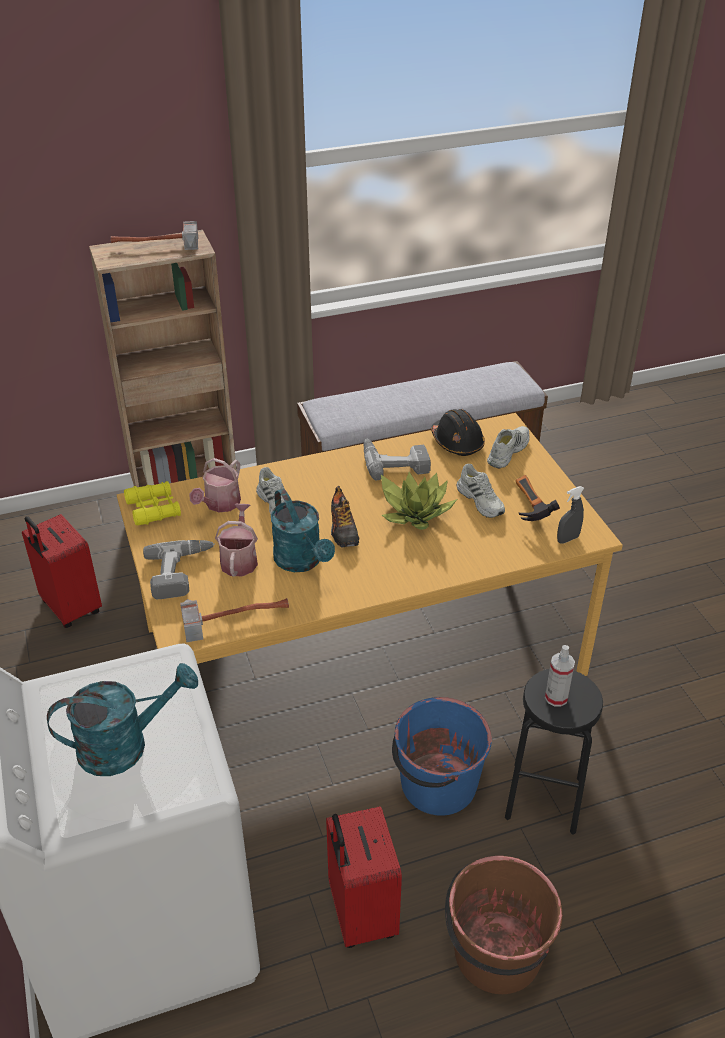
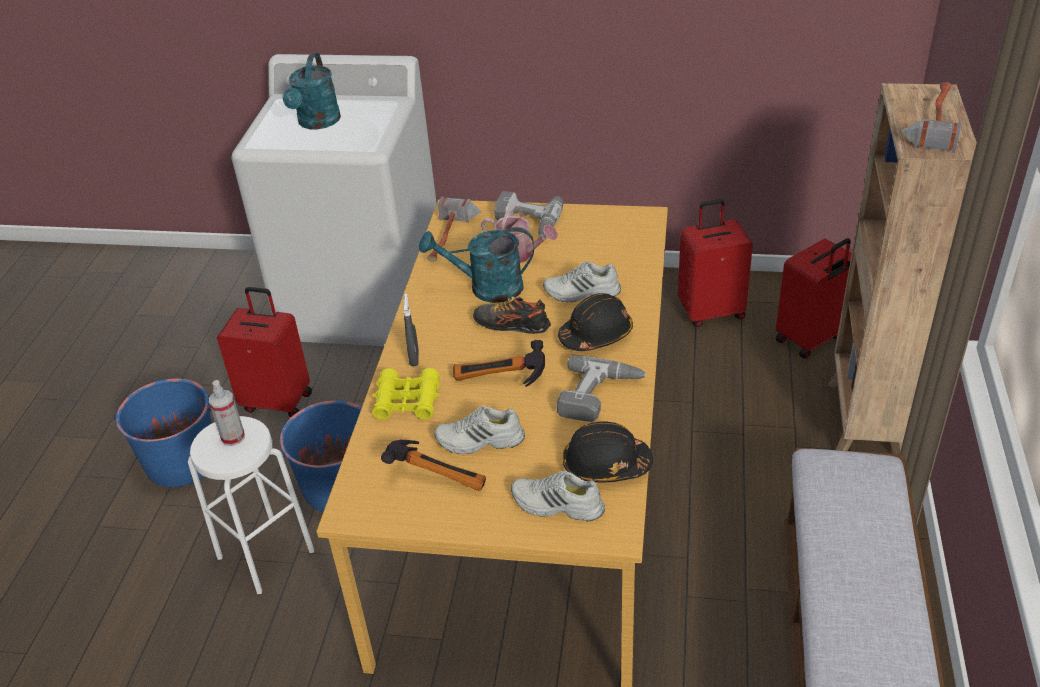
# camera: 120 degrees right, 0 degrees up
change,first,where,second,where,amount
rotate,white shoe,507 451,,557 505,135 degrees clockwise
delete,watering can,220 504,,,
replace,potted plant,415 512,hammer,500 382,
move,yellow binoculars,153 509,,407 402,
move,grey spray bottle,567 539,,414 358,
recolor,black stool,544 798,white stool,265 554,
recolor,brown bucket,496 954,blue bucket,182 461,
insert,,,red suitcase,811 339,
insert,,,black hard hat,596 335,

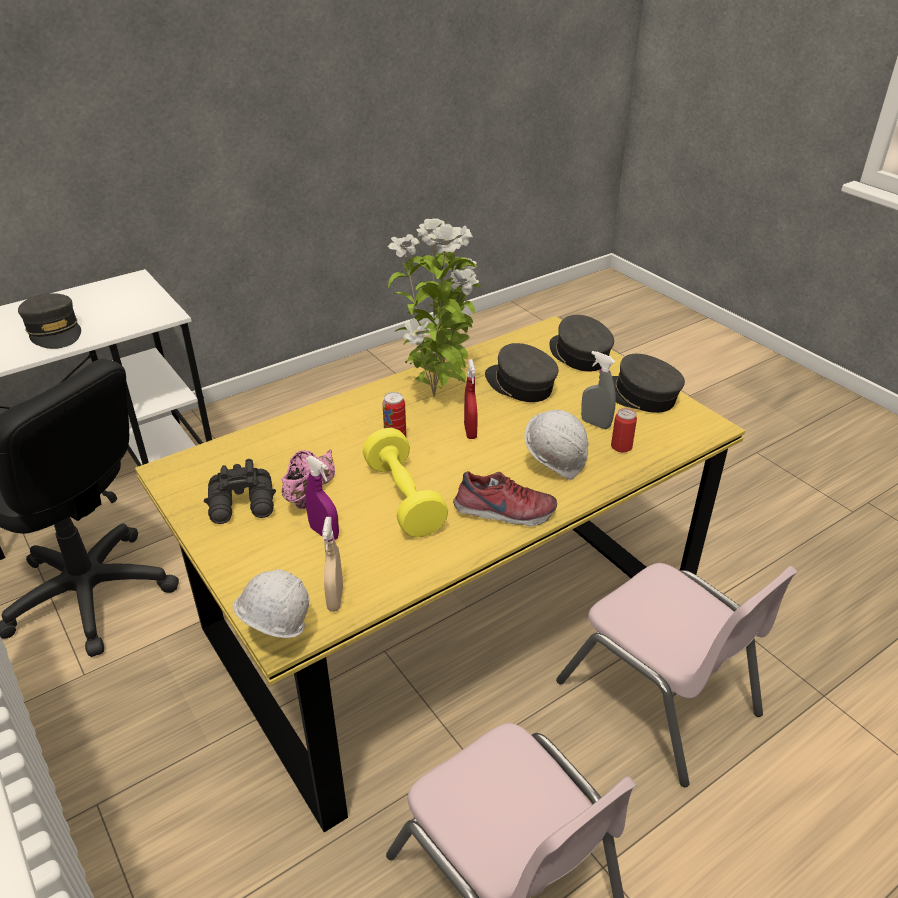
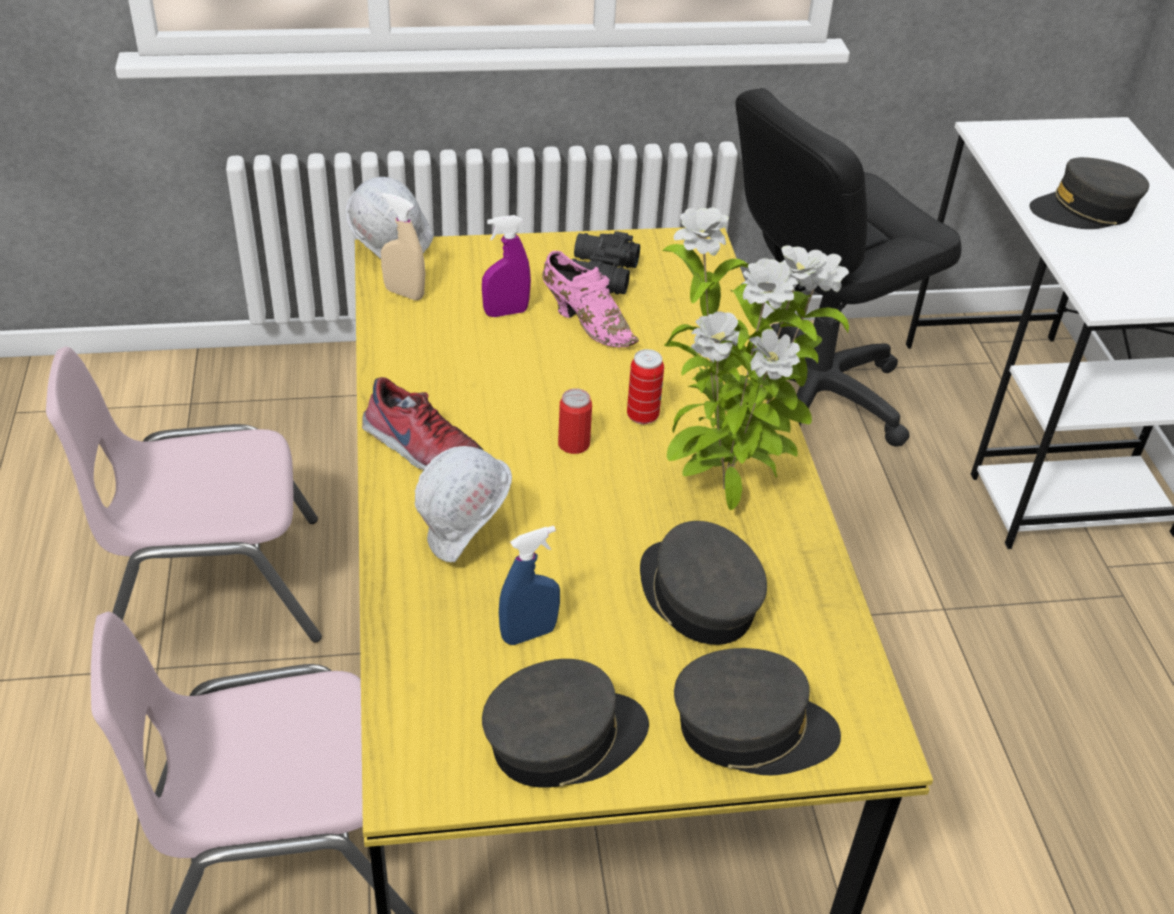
# camera: 115 degrees right, 5 degrees up
change,first,where,second,where,amount
rotate,grey cap,520 385,,697 597,105 degrees counterclockwise
recolor,grey spray bottle,595 424,blue spray bottle,529 634,
delete,red spray bottle,470 431,,,
move,can,621 446,,573 444,
delete,yellow dumbbell,404 498,,,
rotate,shoe,504 513,,420 449,90 degrees counterclockwise

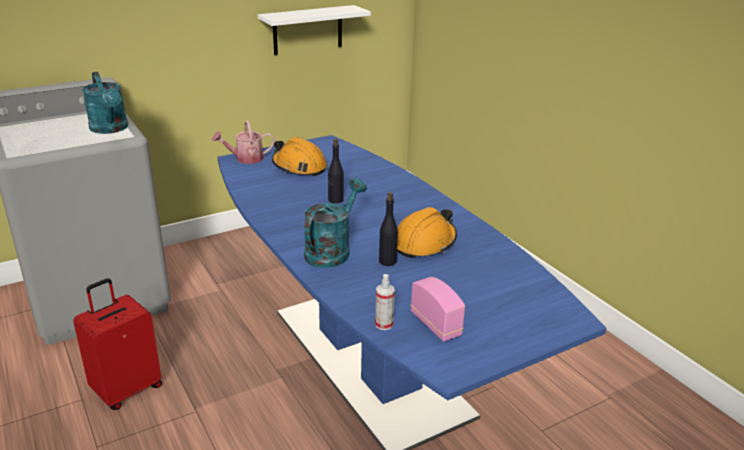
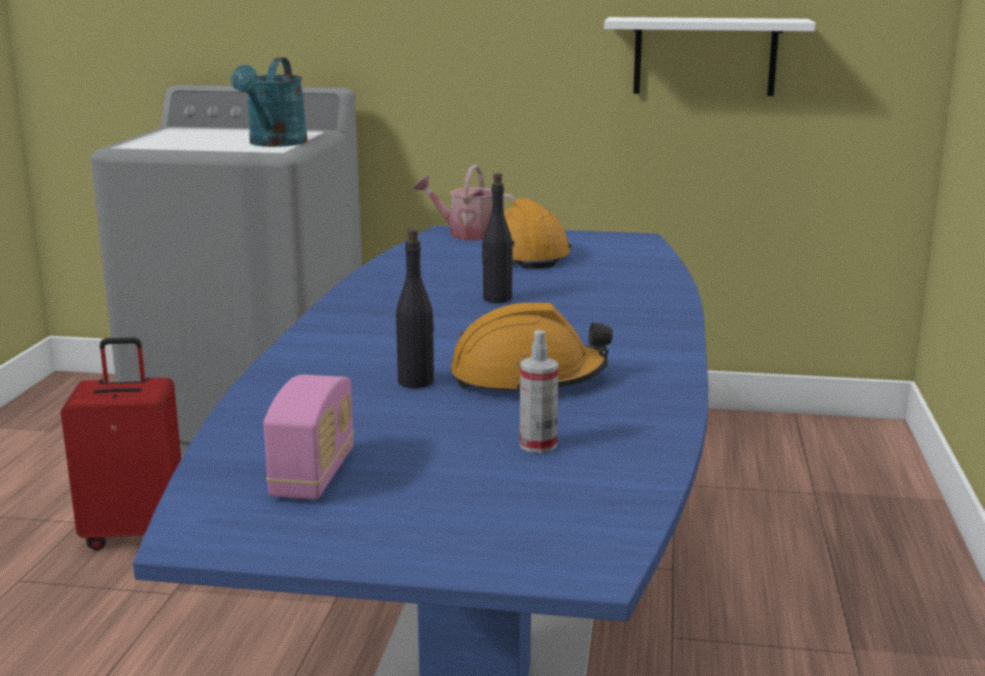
# camera: 40 degrees right, 10 degrees down
change,first,where,second,where,amount
delete,turquoise watering can,331 250,,,
move,spray bottle,384 324,,538 445,

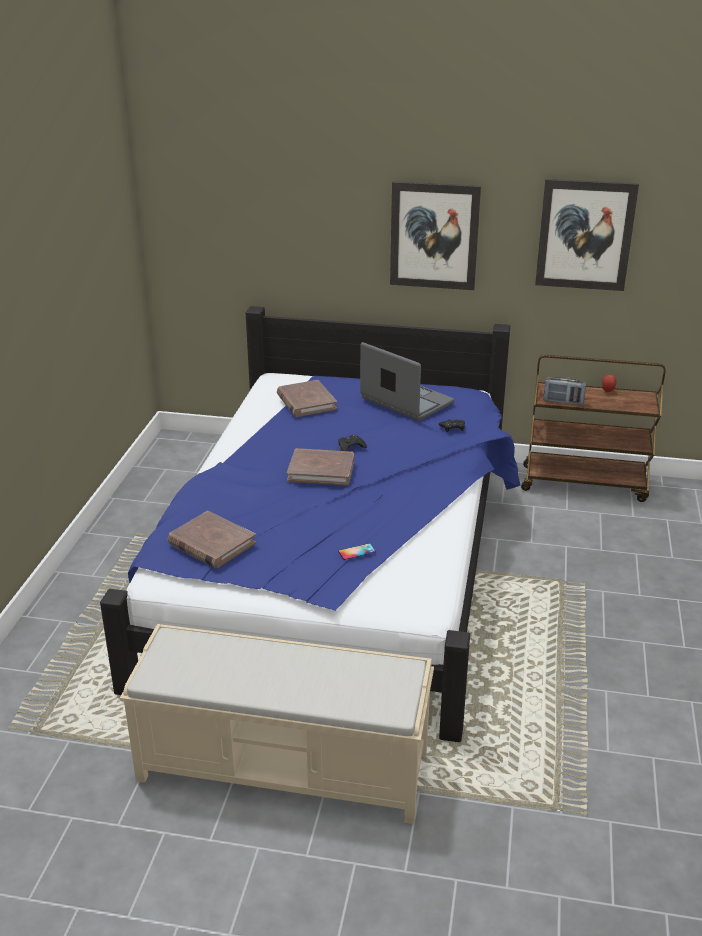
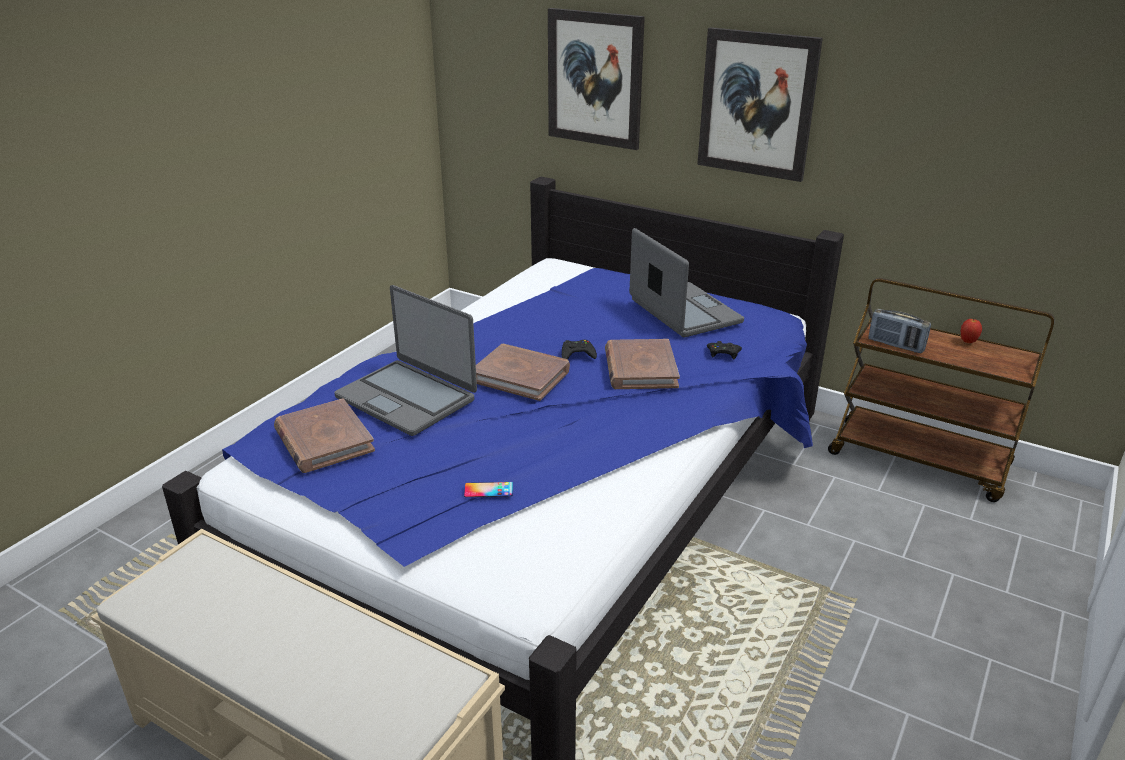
# camera: 20 degrees right, 0 degrees up
change,first,where,second,where,amount
move,picture,585 235,,595 79,
move,brown book,306 402,,640 368,
insert,,,laptop,407 398,

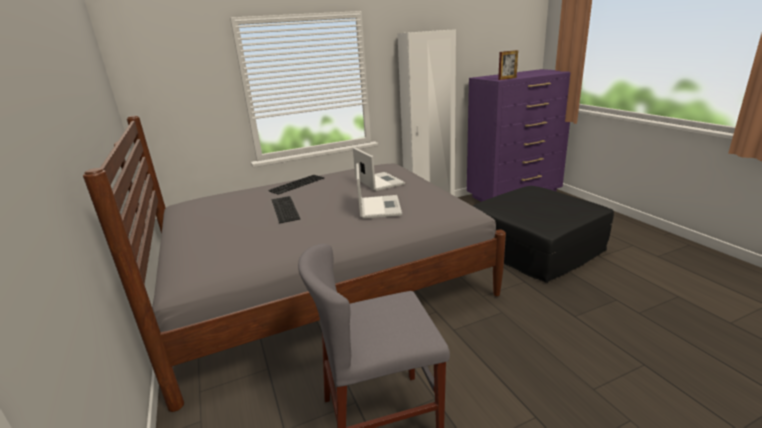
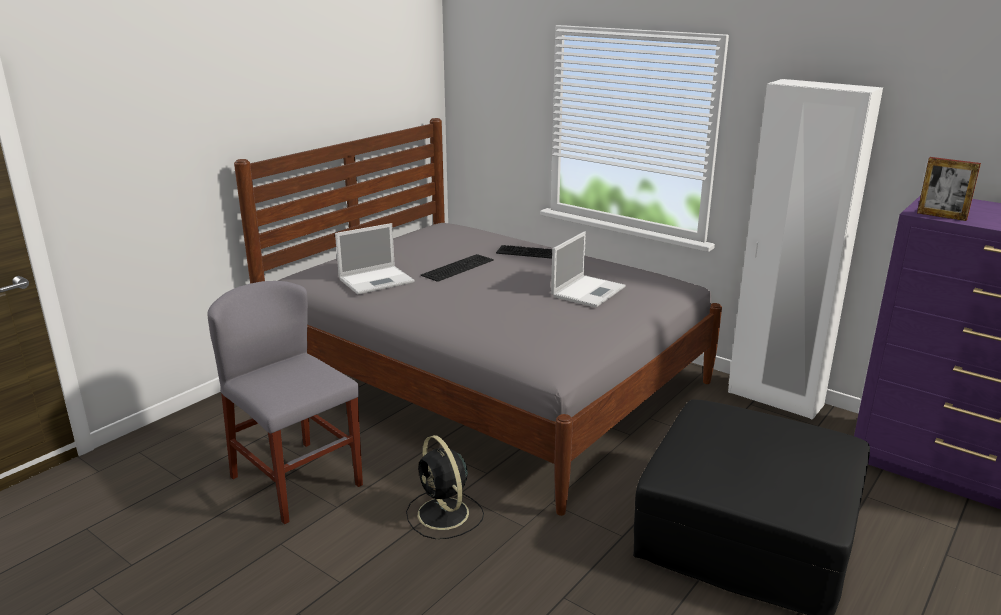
# camera: 60 degrees right, 0 degrees up
change,first,where,second,where,amount
move,laptop,379 207,,377 280,
insert,,,black fan,444 515,

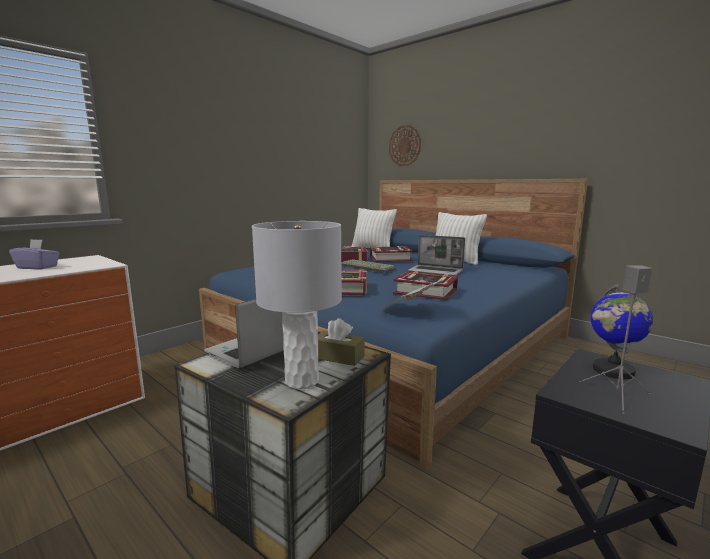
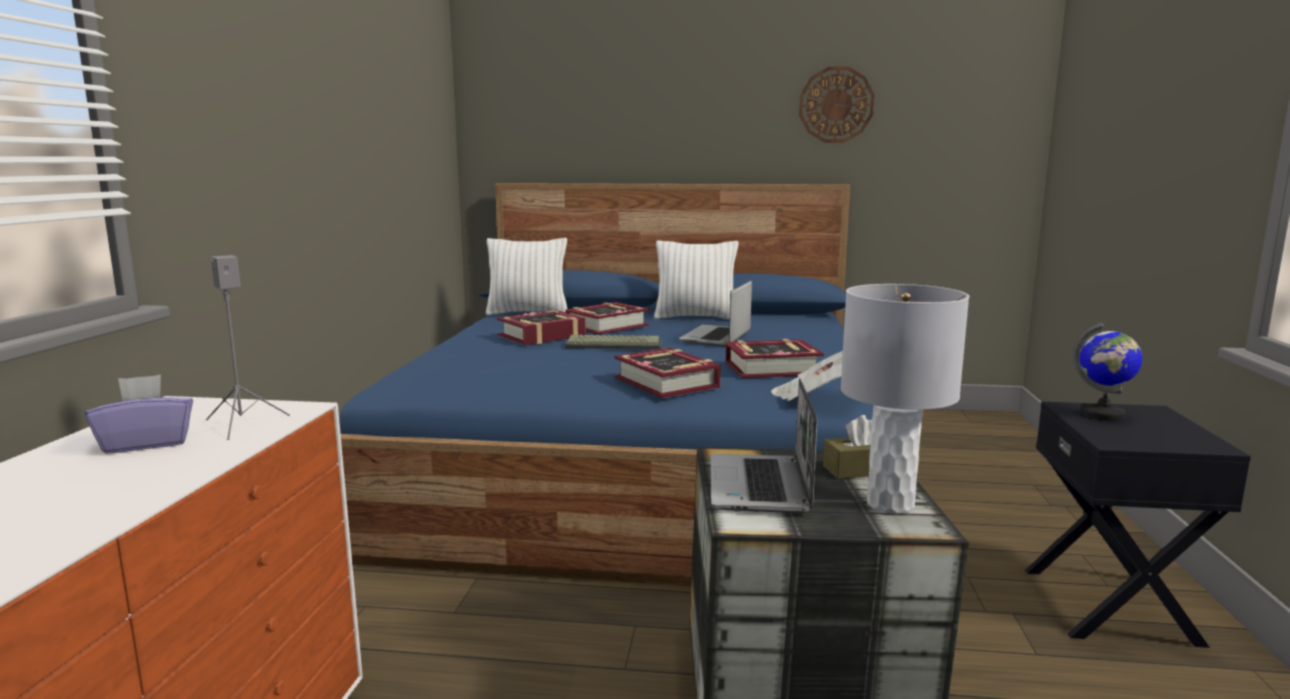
# camera: 35 degrees left, 0 degrees up
change,first,where,second,where,amount
move,wall clock,405 146,,836 105,
rotate,laptop,436 271,,716 337,120 degrees clockwise
move,grey speaker,617 396,,242 424,

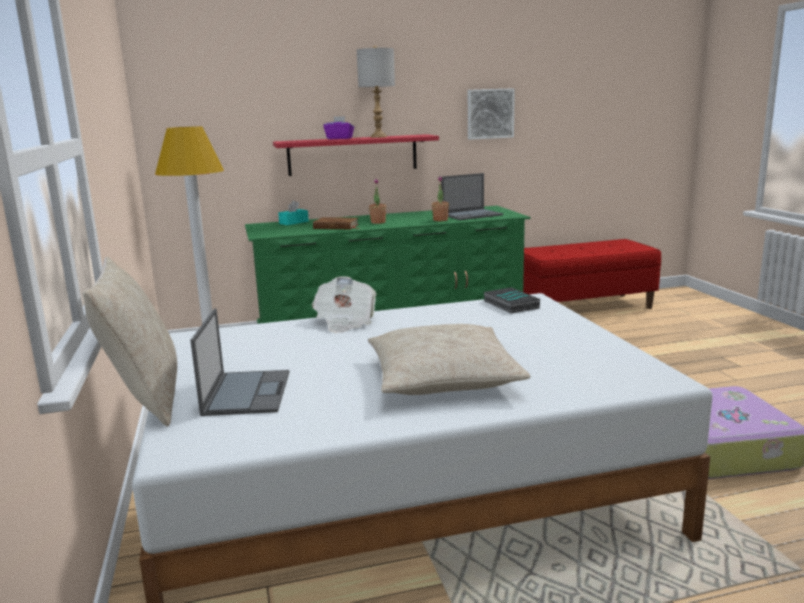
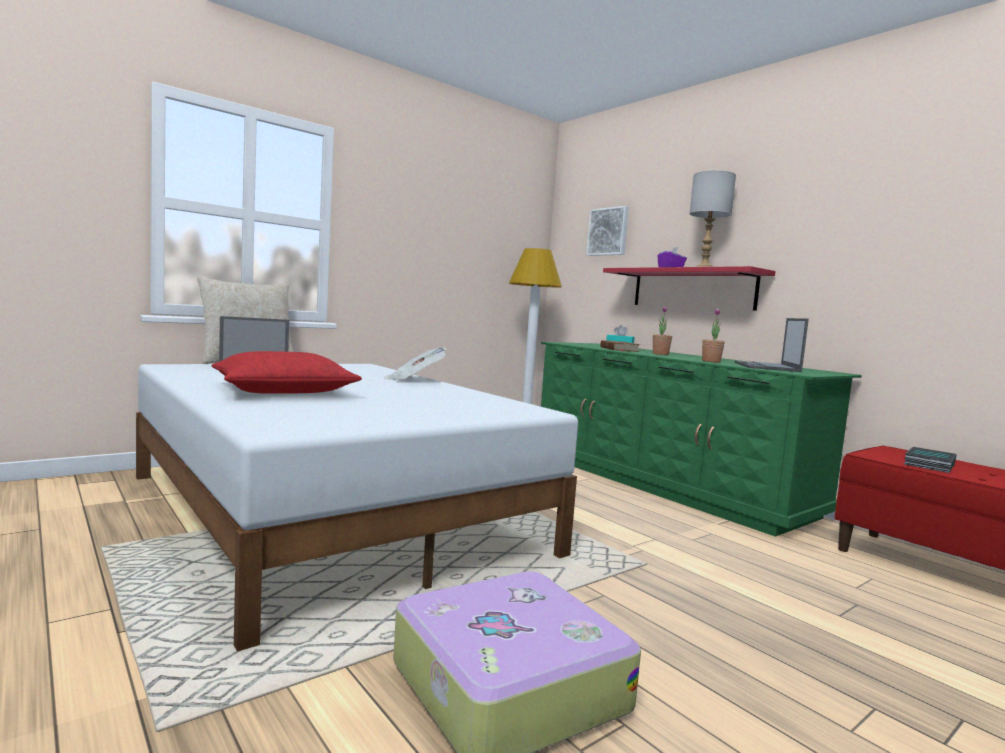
# camera: 65 degrees right, 10 degrees down
change,first,where,second,where,amount
move,picture,489 114,,608 232,
rotate,laptop,472 215,,767 367,60 degrees clockwise
move,book,510 304,,928 464,
recolor,beige pillow,443 377,red pillow,283 390,

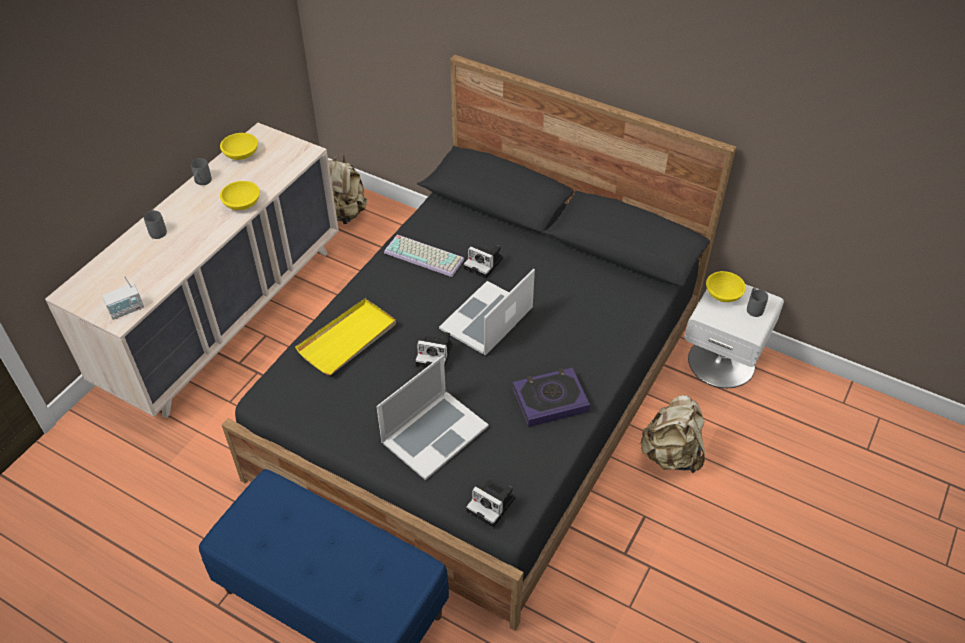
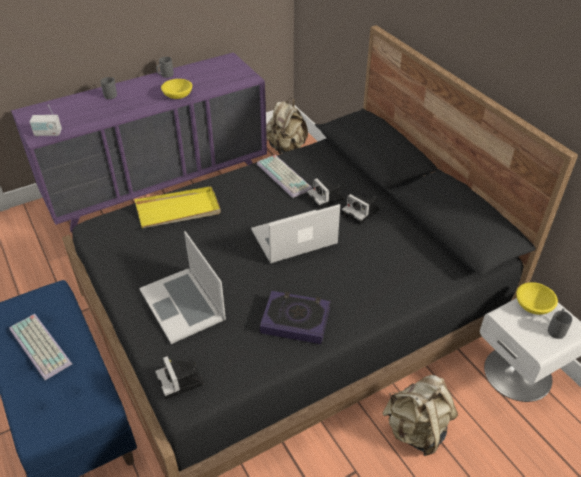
# camera: 30 degrees right, 5 degrees down
change,first,where,second,where,amount
recolor,beige dresser,226 315,purple dresser,158 184,
delete,yellow bowl,241 155,,,
move,photo camera,436 354,,361 212,
rotate,laptop,434 433,,183 304,75 degrees clockwise
insert,,,keyboard,42 346,

